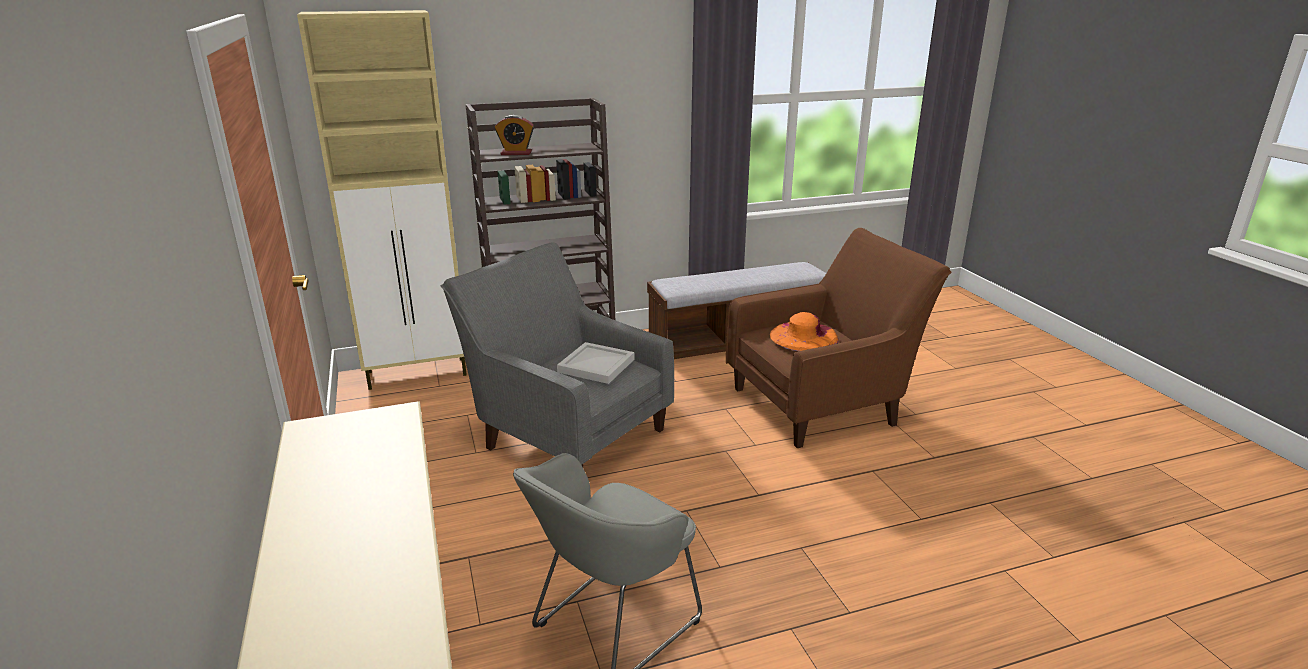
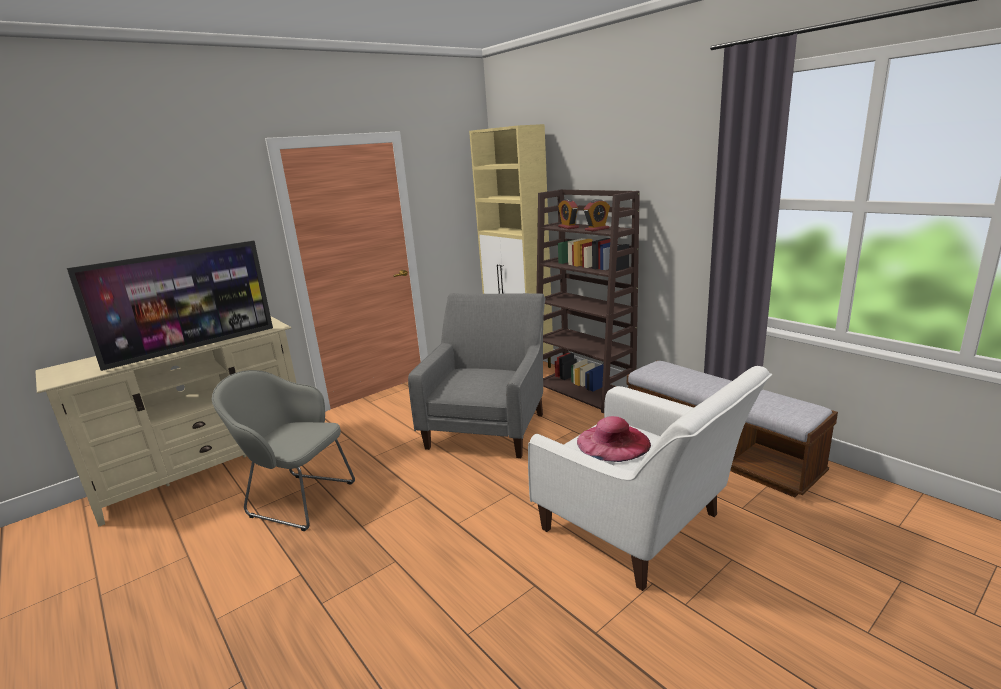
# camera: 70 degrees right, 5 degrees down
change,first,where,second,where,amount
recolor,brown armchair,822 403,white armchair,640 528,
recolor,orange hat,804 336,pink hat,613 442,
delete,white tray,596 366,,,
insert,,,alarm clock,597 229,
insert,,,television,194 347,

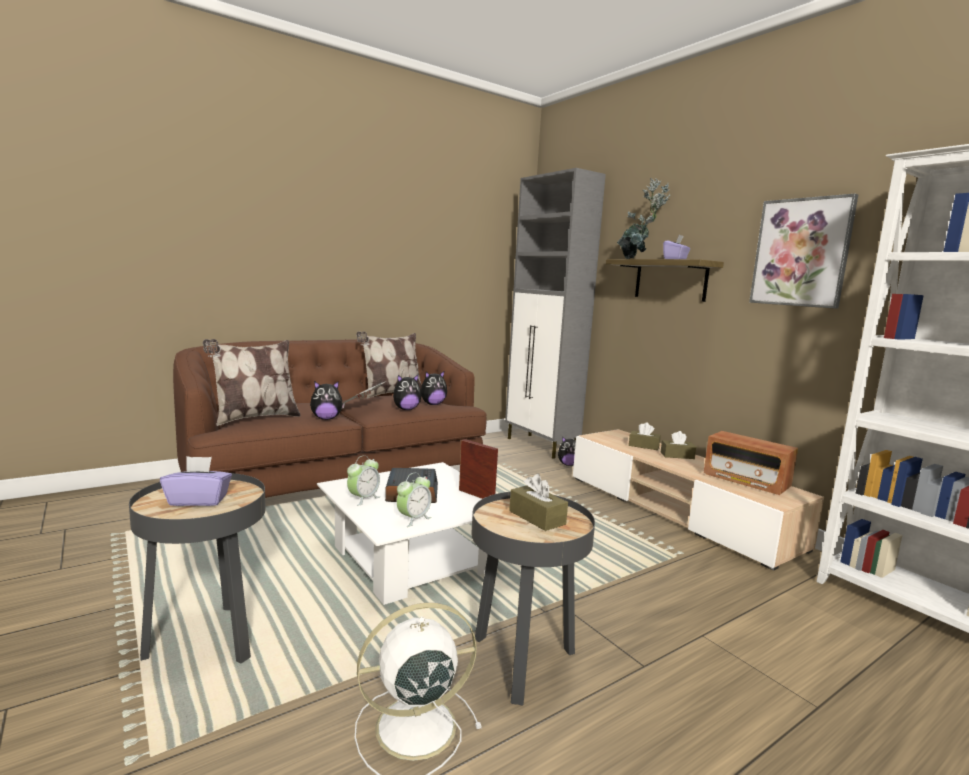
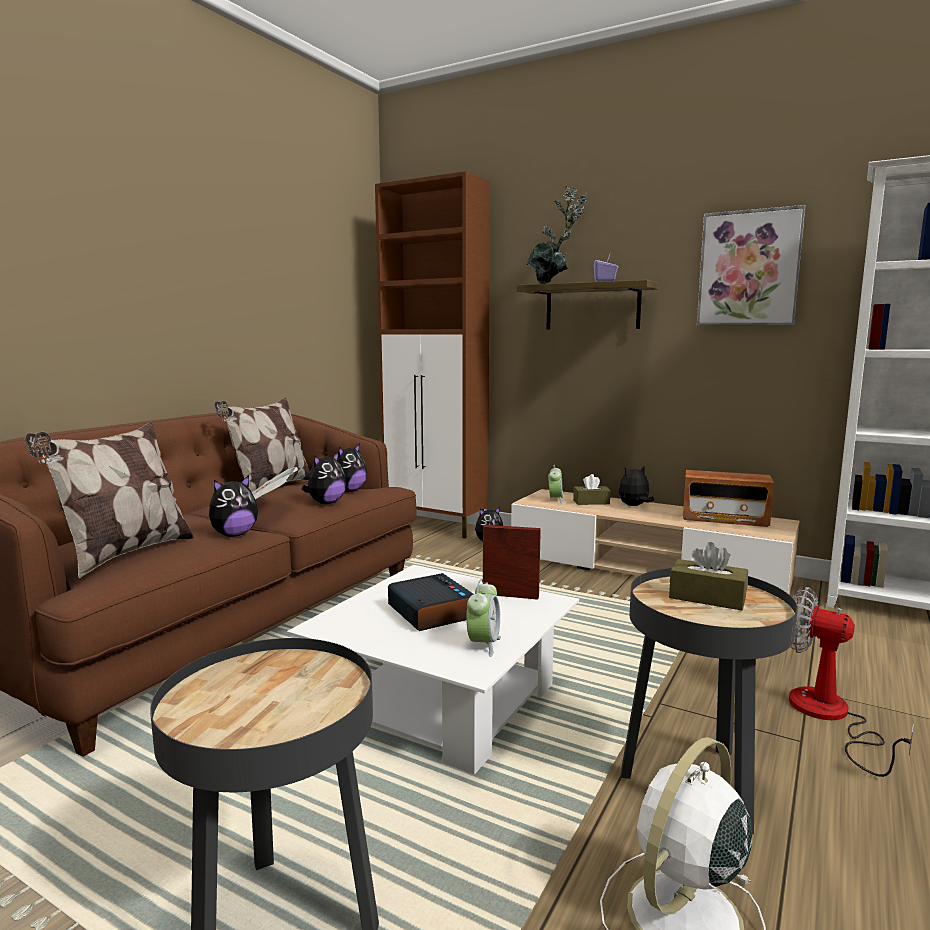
# camera: 25 degrees left, 0 degrees up
change,first,where,second,where,amount
recolor,grey cabinet,541 446,brown cabinet,436 527,
replace,brown tissue box,677 455,plush toy,634 506,
move,alarm clock,363 499,,555 499,
delete,purple tissue box,198 500,,,
insert,,,fan,829 717,

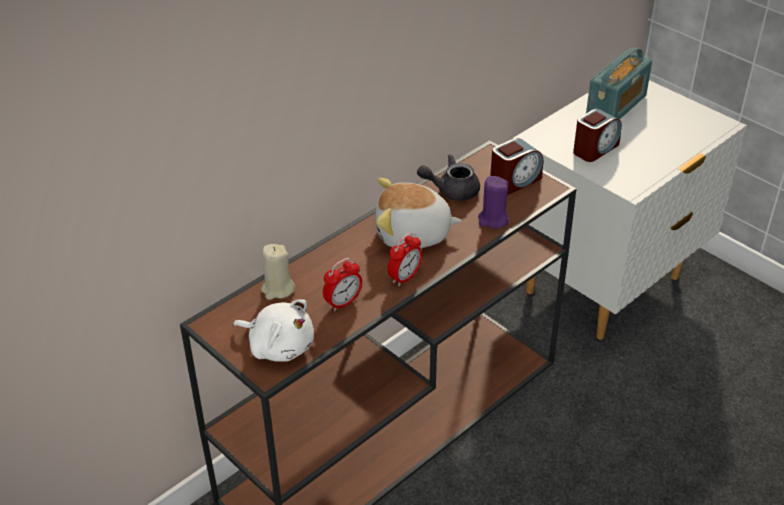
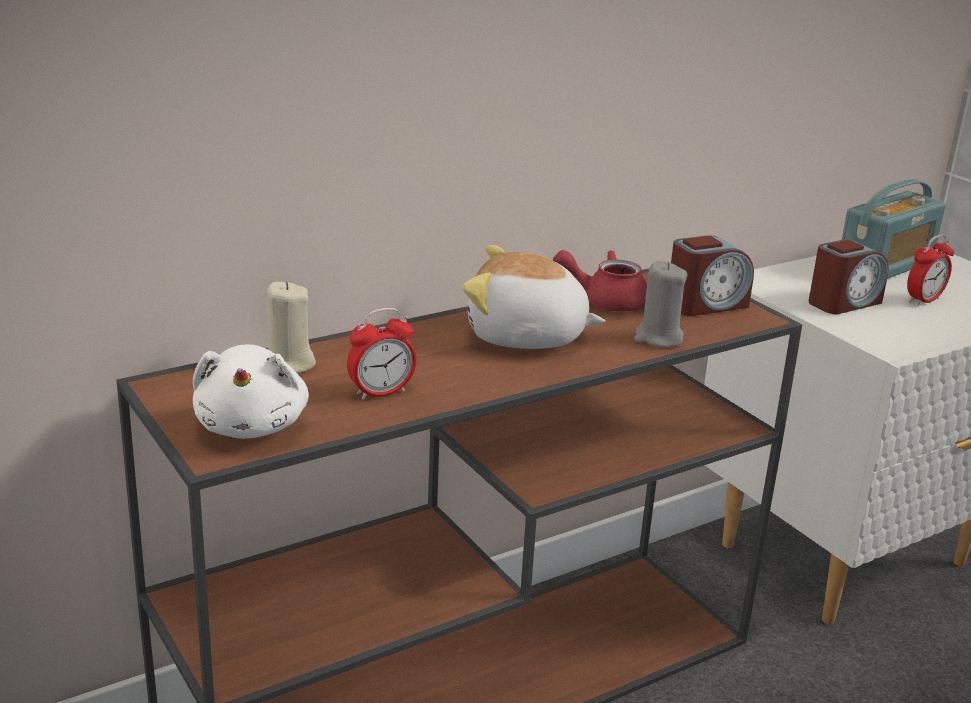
# camera: 10 degrees right, 15 degrees down
change,first,where,second,where,amount
recolor,grey teapot,451 190,red teapot,604 301,
recolor,purple candle,493 220,grey candle,658 338,
move,alarm clock,405 277,,923 300,
rotate,white plush toy,279 346,,252 426,45 degrees clockwise

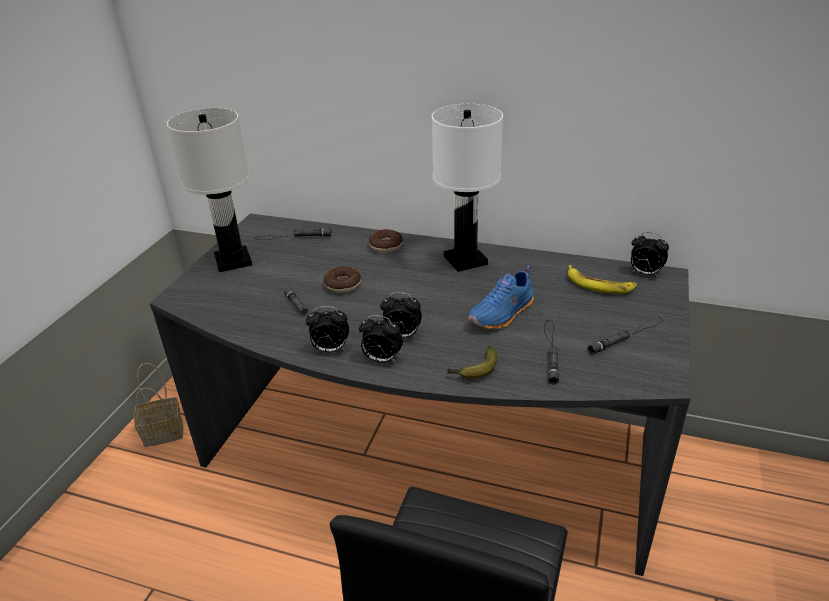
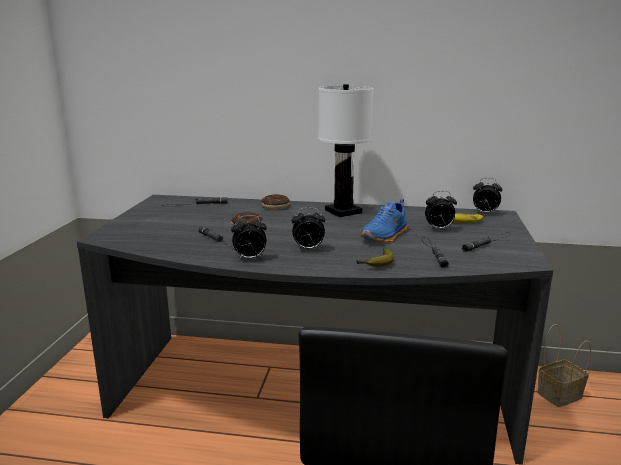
# camera: 10 degrees left, 15 degrees down
change,first,where,second,where,amount
delete,white table lamp,233 260,,,
move,alarm clock,381 360,,439 229,
move,basket,165 432,,559 394,

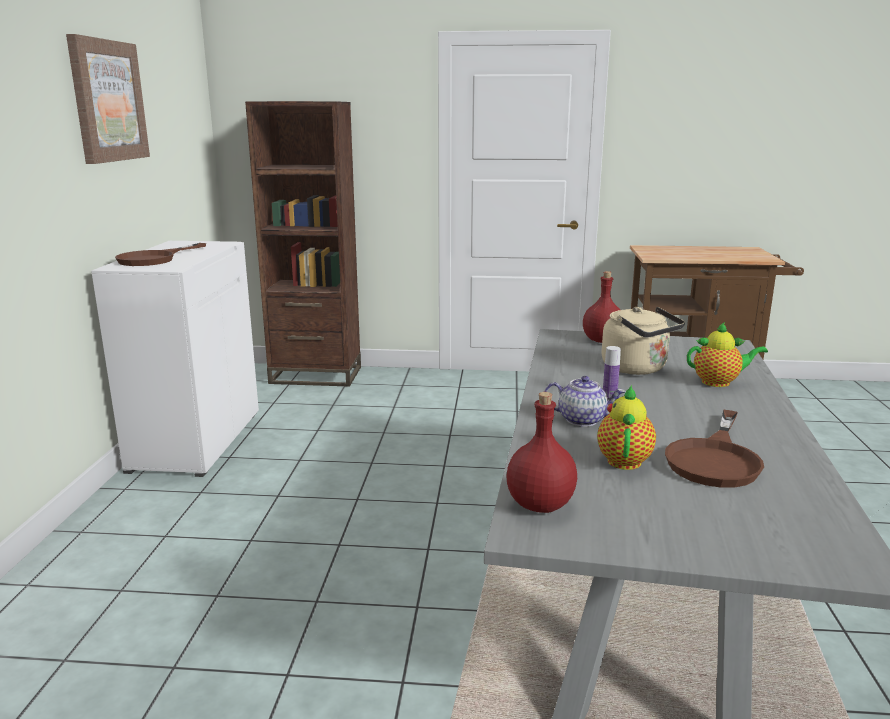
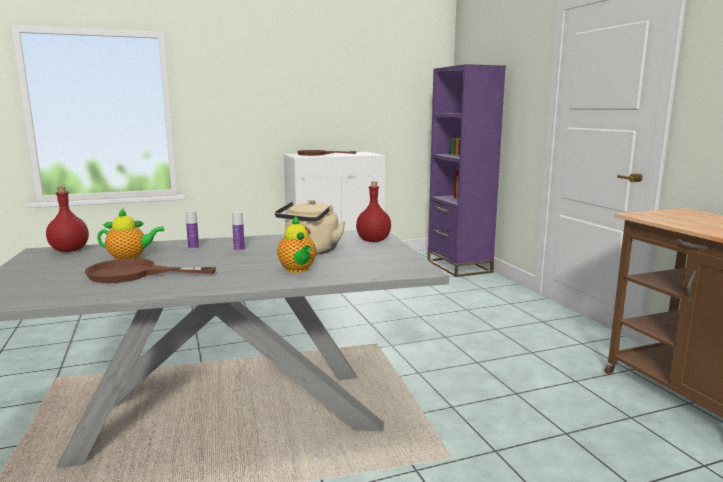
# camera: 65 degrees right, 5 degrees down
change,first,where,second,where,amount
delete,picture,107 101,,,
recolor,brown bookcase,316 375,purple bookcase,458 266,
replace,teapot,582 420,bottle,193 248,

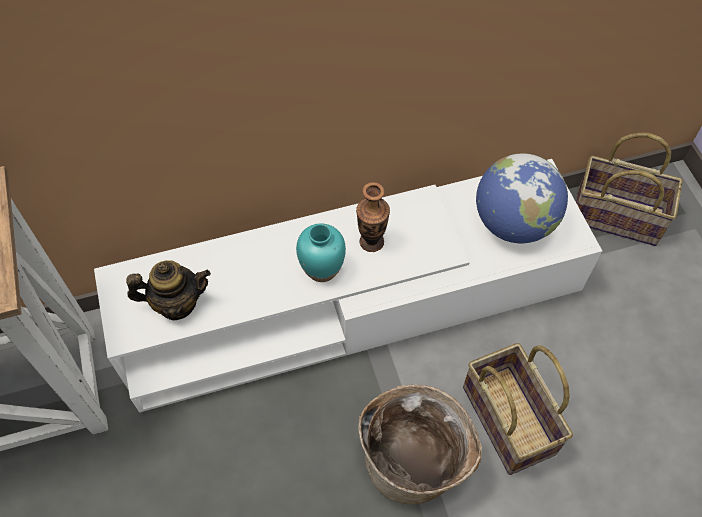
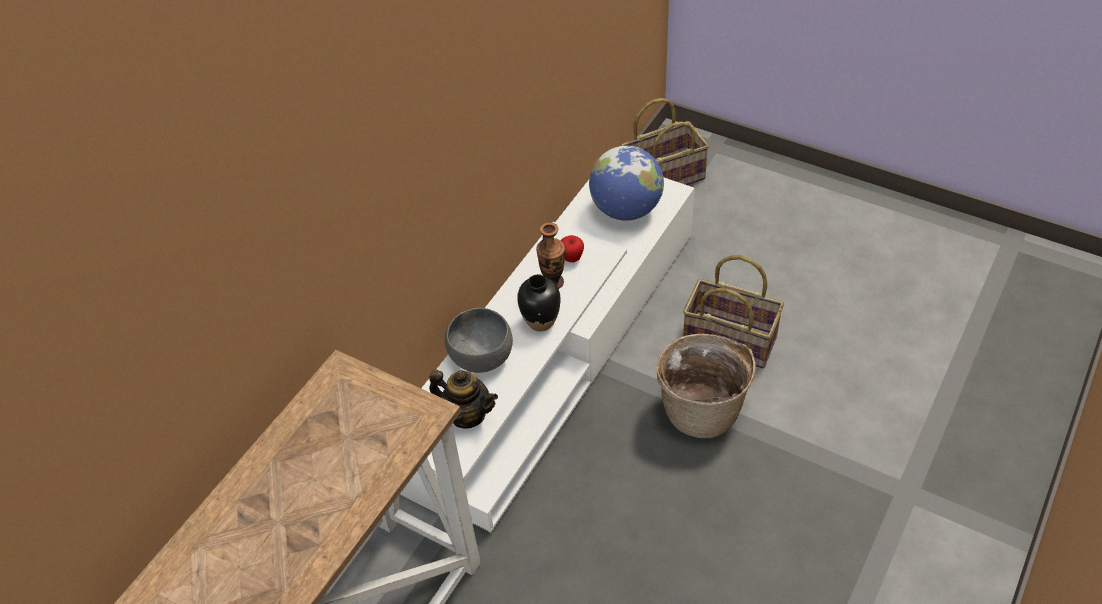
# camera: 40 degrees left, 10 degrees down
change,first,where,second,where,amount
recolor,turquoise vase,322 270,black vase,540 322,
rotate,teapot,177 303,,467 414,75 degrees clockwise
insert,,,apple,572 258,
insert,,,grey bowl,481 356,

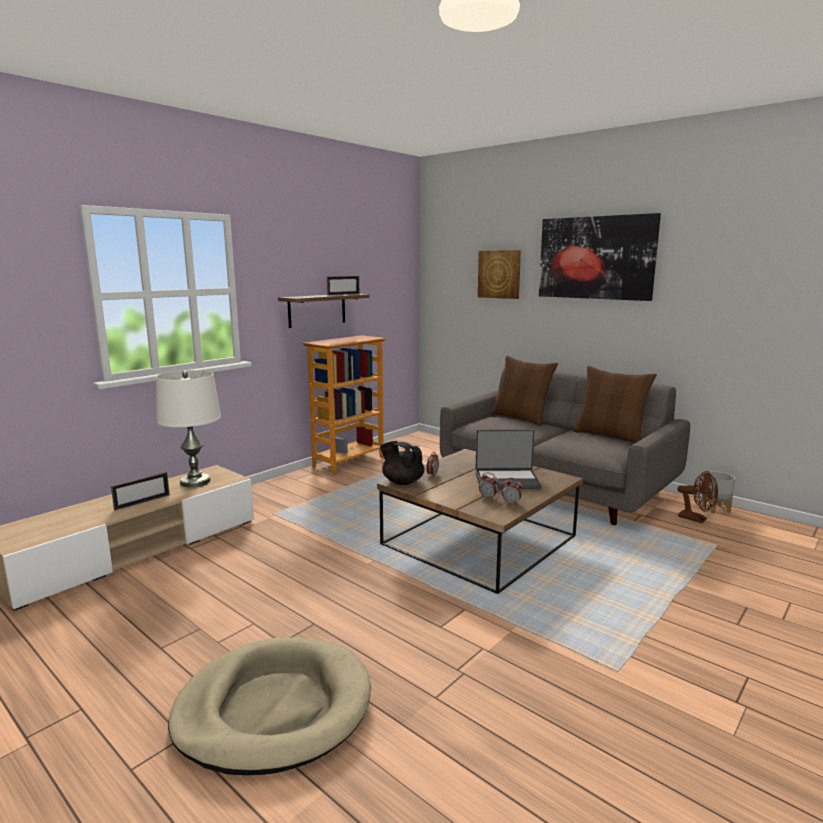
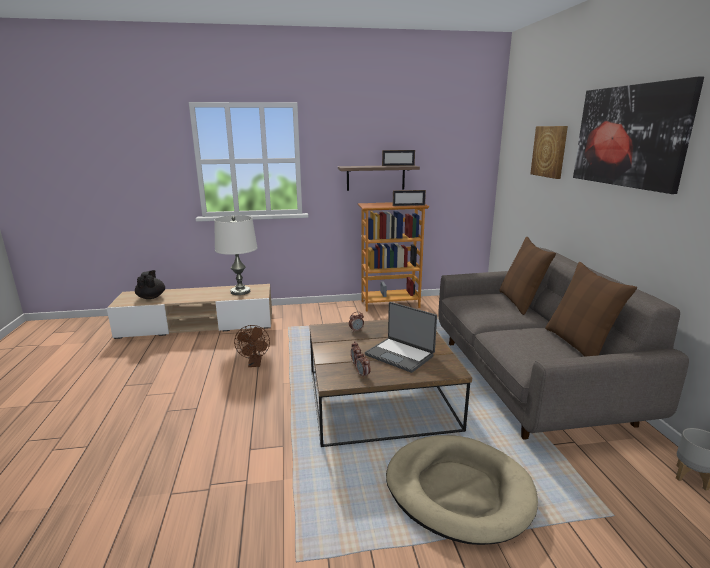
# camera: 40 degrees right, 5 degrees up
change,first,where,second,where,amount
move,black teapot,402 482,,151 297,
move,brown fan,696 519,,255 364,
move,picture frame,142 502,,408 205,
move,beige dog bed,274 708,,458 490,

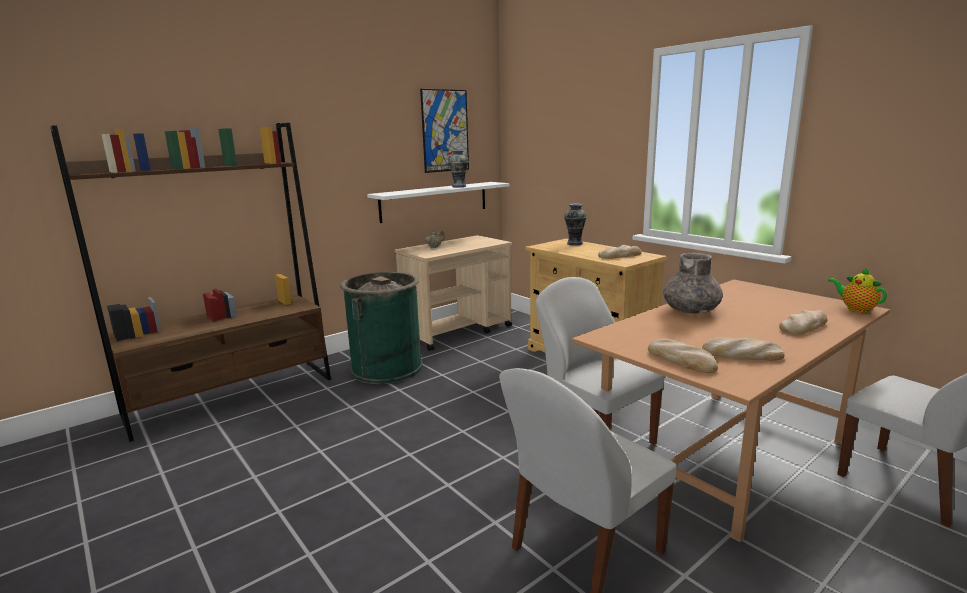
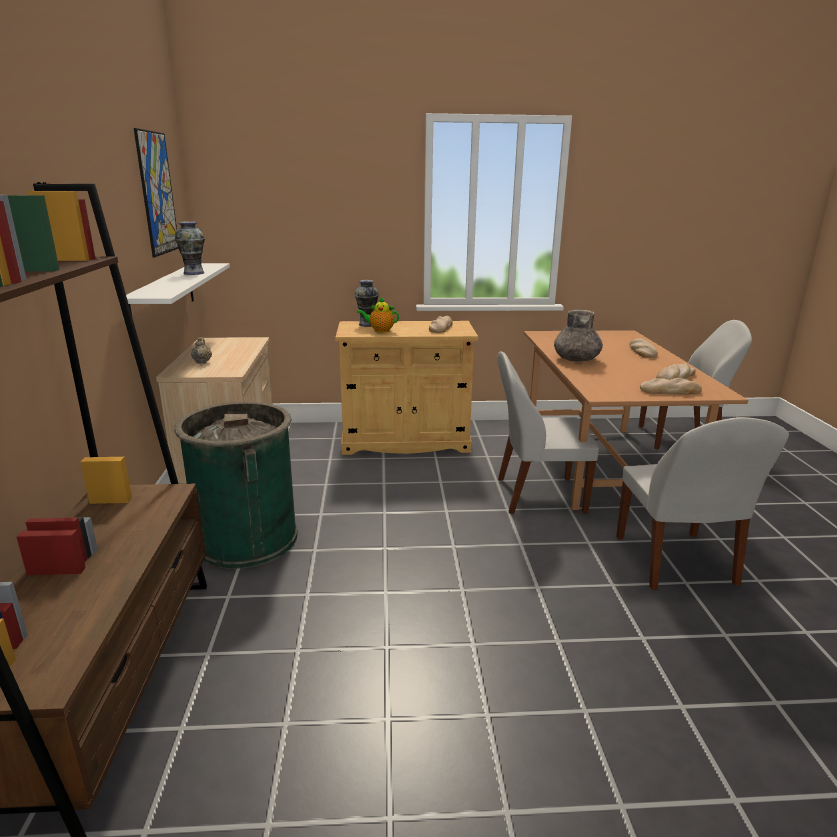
# camera: 55 degrees left, 5 degrees up
change,first,where,second,where,amount
move,teapot,855 309,,380 331,

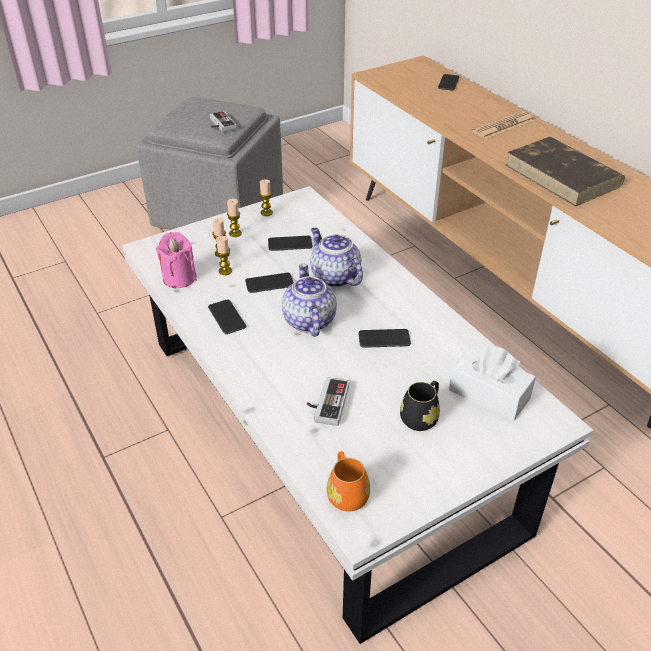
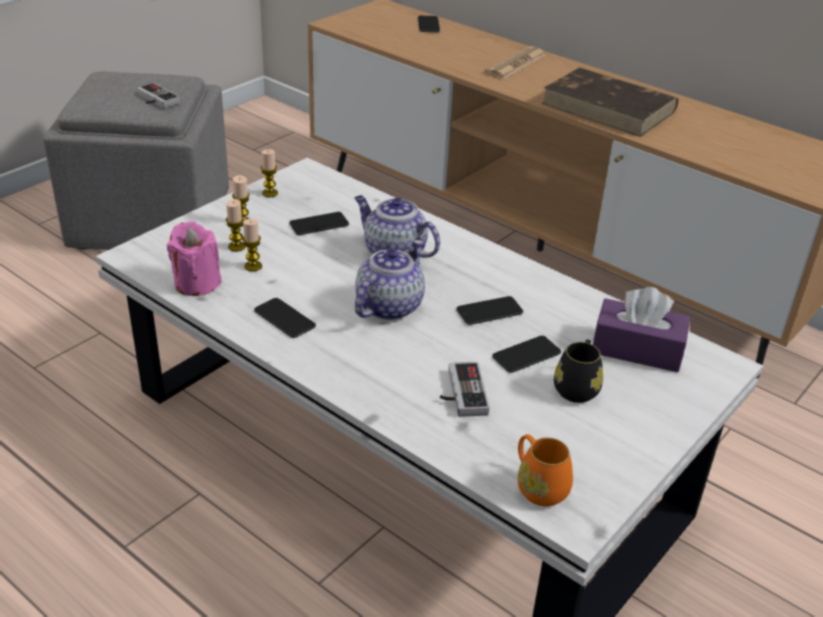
# camera: 20 degrees left, 5 degrees down
change,first,where,second,where,amount
rotate,teapot,308 320,,388 306,60 degrees clockwise
move,phone,269 283,,526 355,
recolor,white tissue box,489 394,purple tissue box,637 349,

